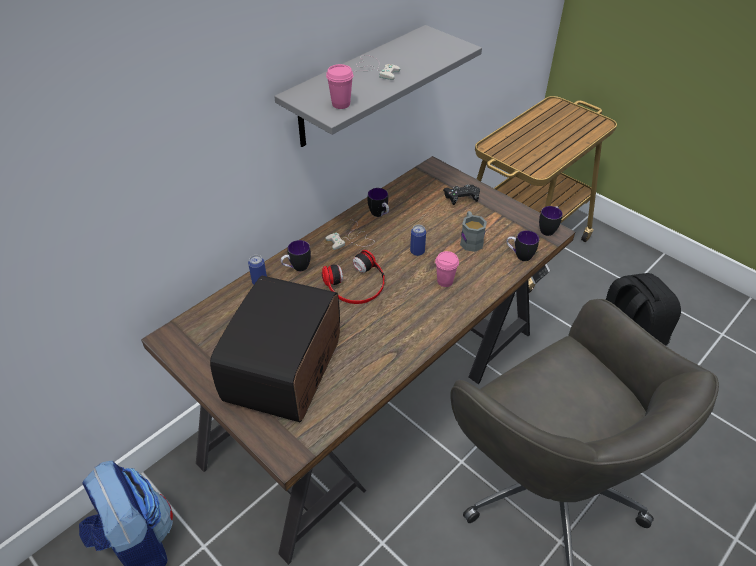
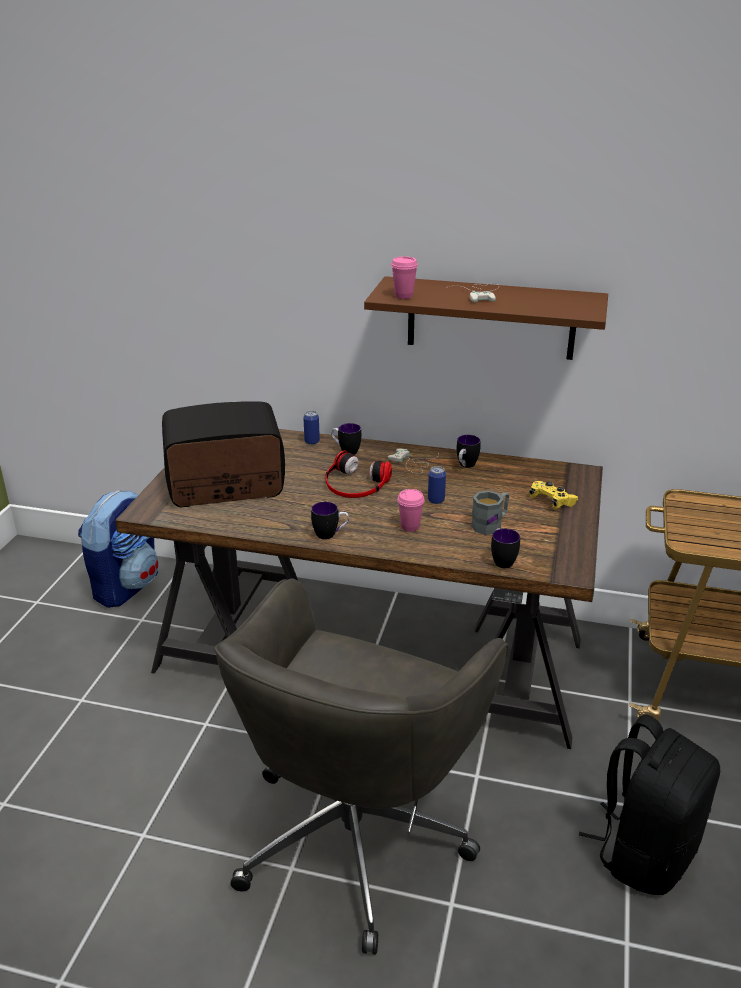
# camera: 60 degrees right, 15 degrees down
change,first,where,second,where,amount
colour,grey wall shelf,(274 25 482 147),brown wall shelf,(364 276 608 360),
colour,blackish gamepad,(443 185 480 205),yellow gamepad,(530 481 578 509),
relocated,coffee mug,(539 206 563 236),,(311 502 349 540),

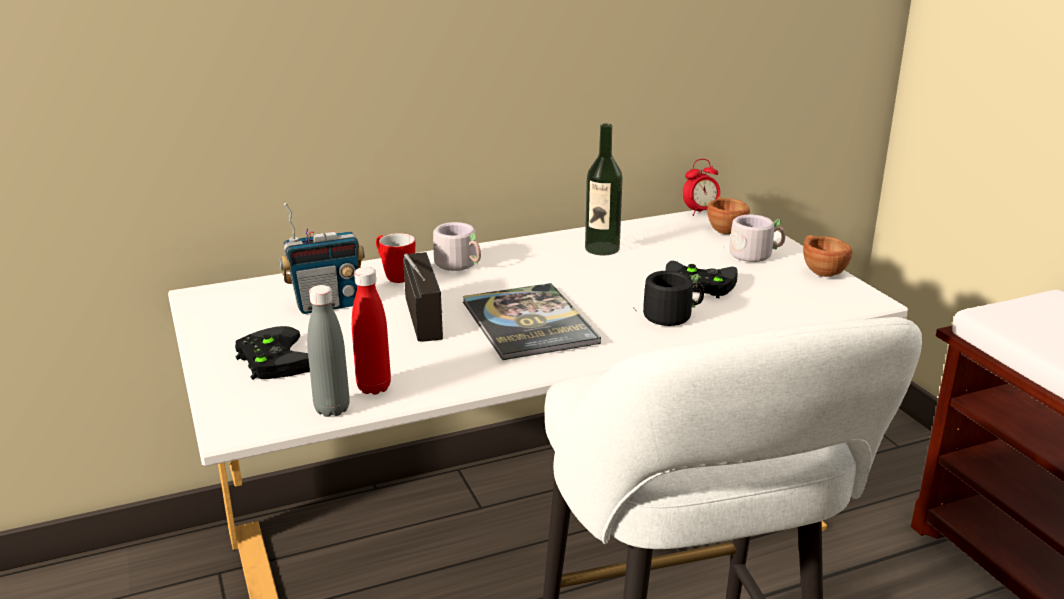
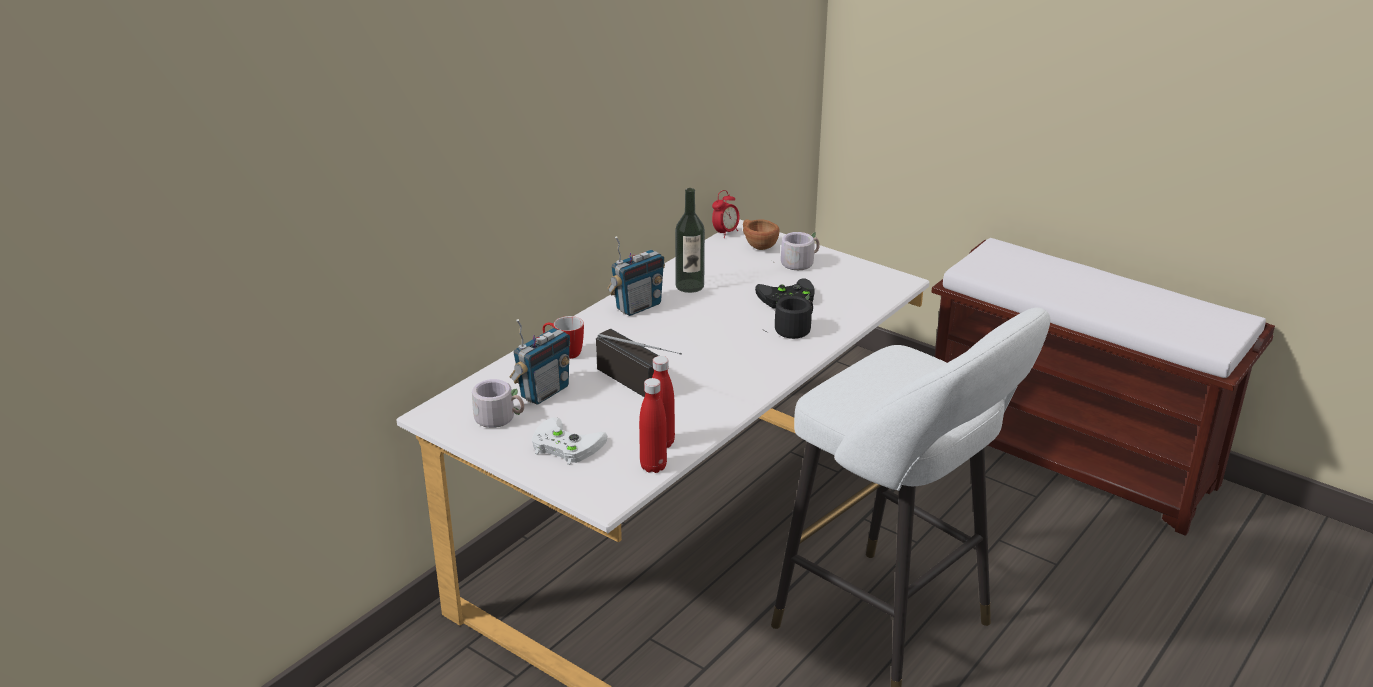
# camera: 30 degrees left, 5 degrees up
change,first,where,second,where,amount
colour,blackish gamepad,(235 326 310 380),white gamepad,(532 417 607 465),
colour,grey beverage bottle,(307 285 350 417),reddish beverage bottle,(639 378 667 473),
relocated,grey coffee mug,(433 222 481 271),,(472 379 524 428),
missing,volume,(463 283 601 360),,,
missing,brown drinking cup,(803 235 852 277),,,
appeared,,,radio receiver,(607 236 665 316),

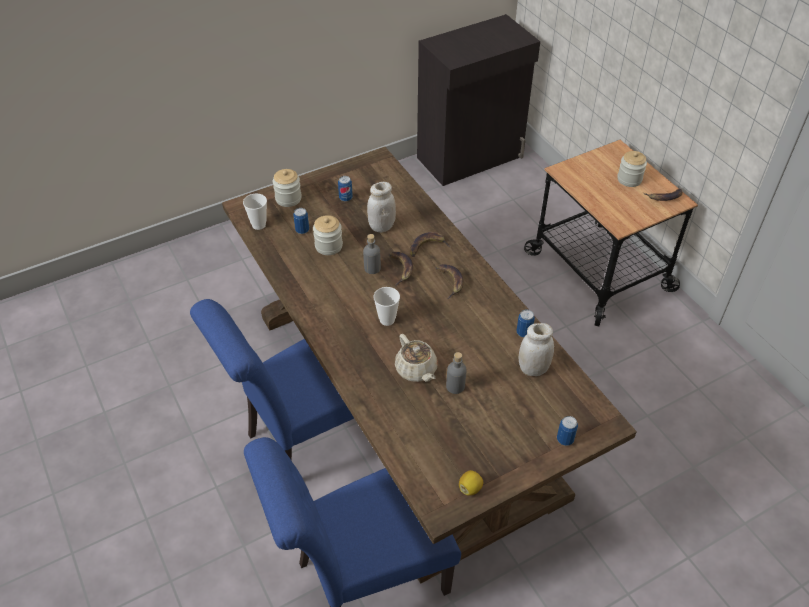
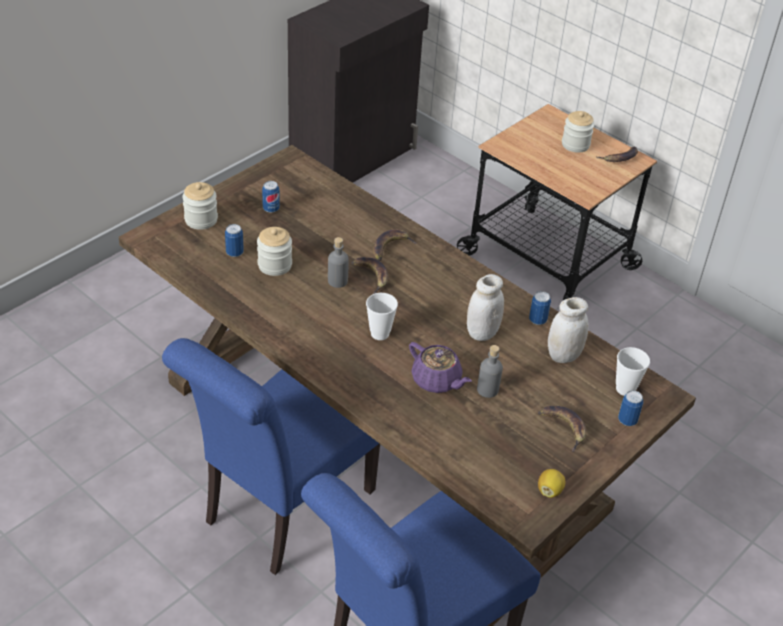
# camera: 20 degrees left, 5 degrees down
change,first,where,second,where,amount
relocated,drinking cup,(243 193 267 230),,(616 347 650 396),
relocated,white preserve jar,(367 182 396 233),,(467 274 504 341),
colour,beige-coloured pot for tea,(395 334 438 382),purple-coloured pot for tea,(409 342 472 393),
relocated,banana,(436 264 464 299),,(538 406 587 452),

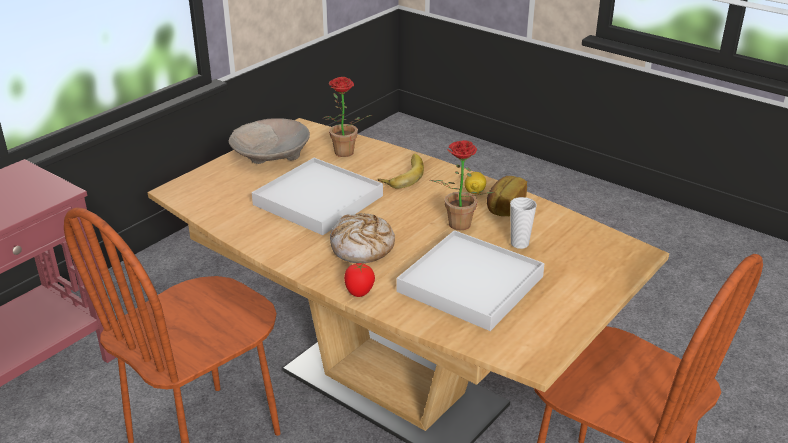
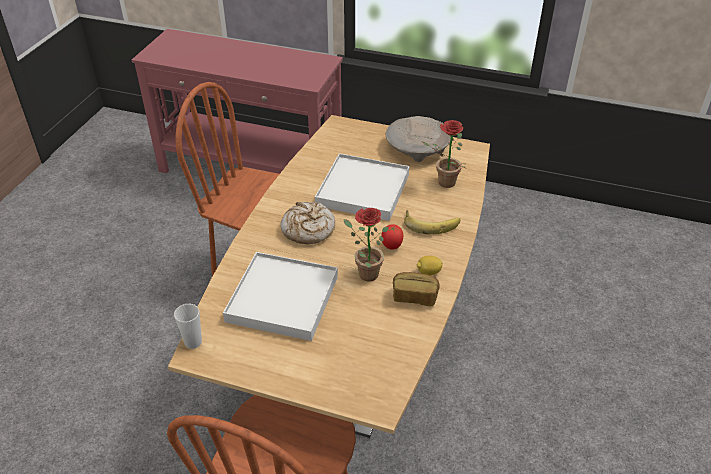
# camera: 70 degrees right, 10 degrees up
change,first,where,second,where,amount
relocated,tomato,(344 263 375 297),,(381 224 403 250),
relocated,drinking cup,(510 197 537 249),,(174 304 202 349),

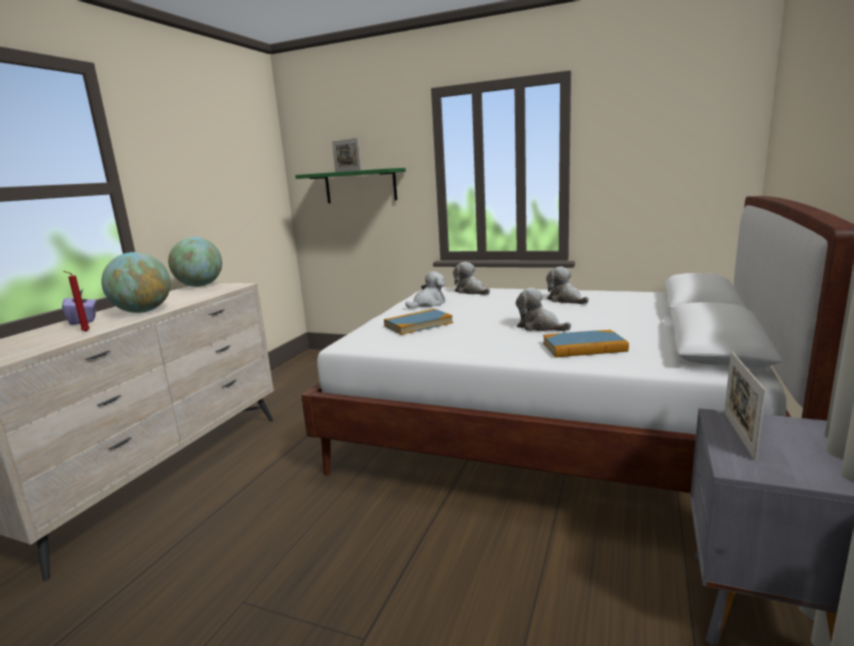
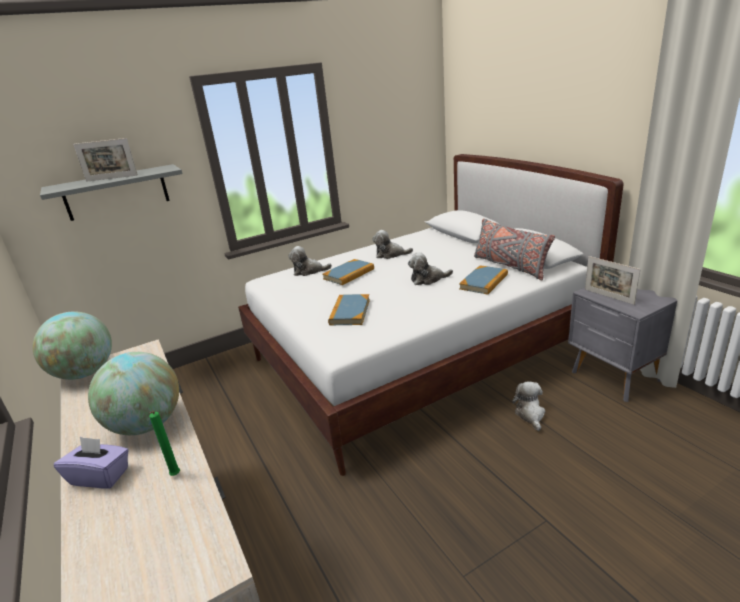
# camera: 50 degrees left, 10 degrees up
change,first,where,second,where,amount
colour,reddish wax candle,(63 271 90 332),green-coloured wax candle,(149 411 180 476),
colour,green-coloured wall shelf,(295 168 406 203),grey wall shelf,(40 164 183 221),
relocated,cuddly toy,(406 271 445 308),,(512 381 545 431),
appeared,,,volume,(322 259 374 285),
appeared,,,grey throw pillow,(474 219 555 280),

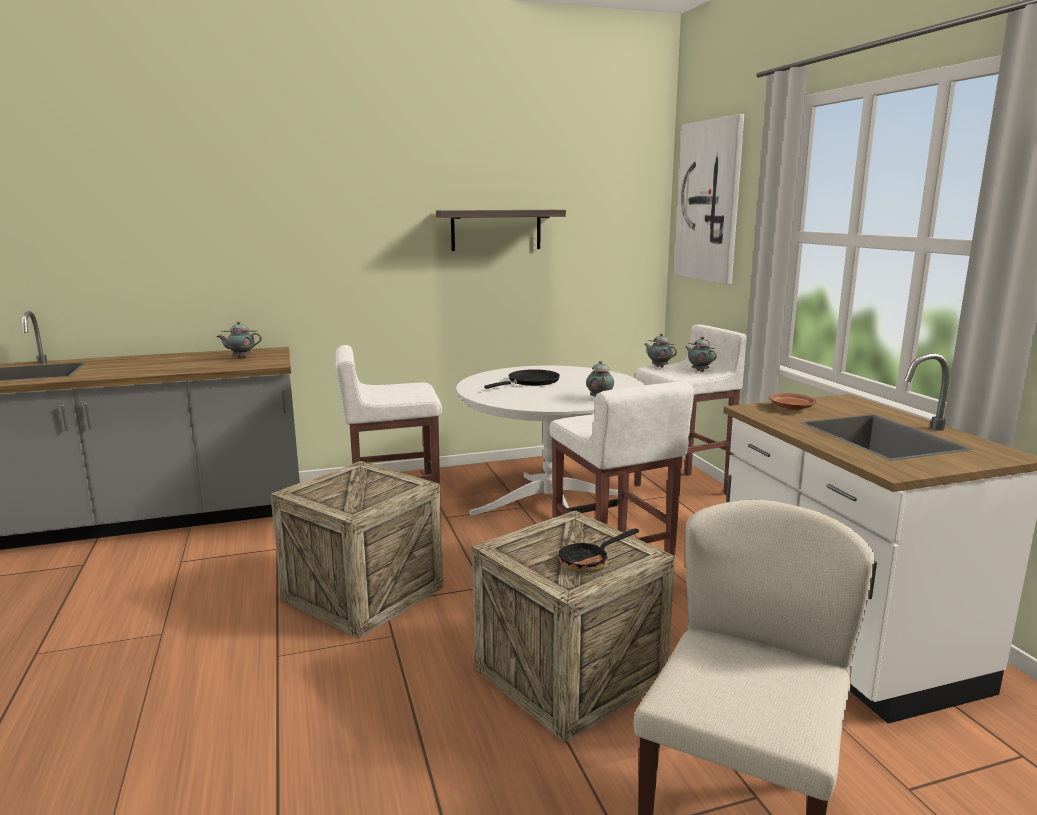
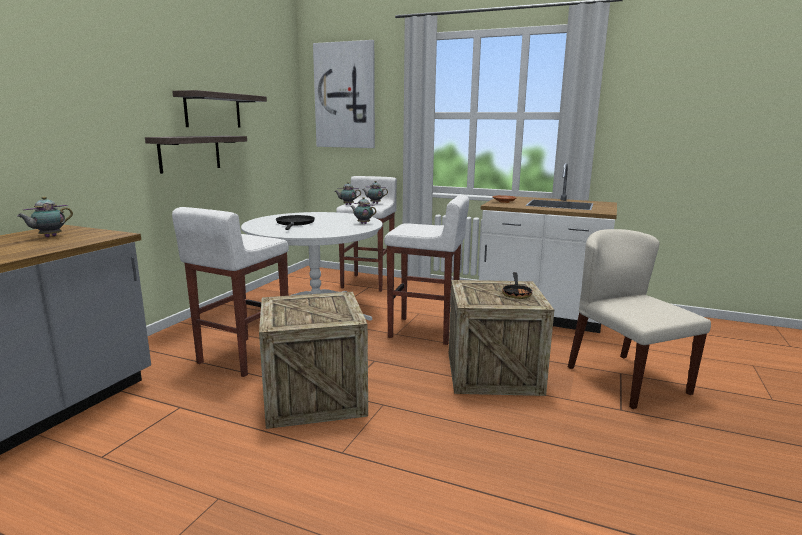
# camera: 50 degrees left, 0 degrees up
change,first,where,second,where,amount
appeared,,,wall shelf,(145 136 247 174),

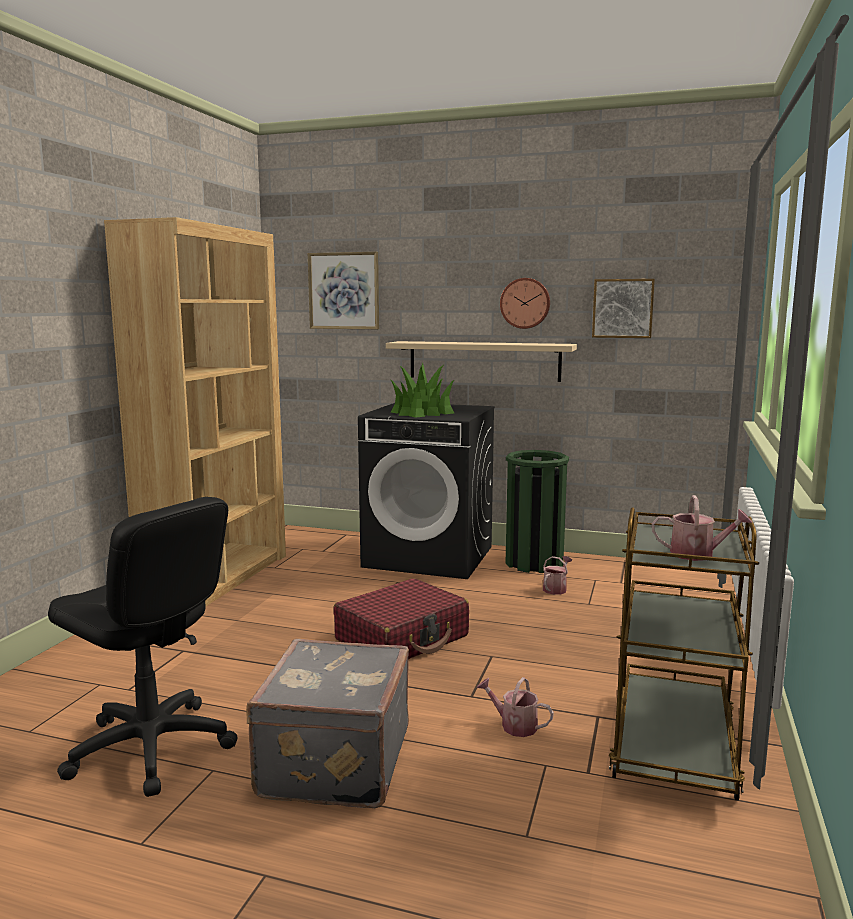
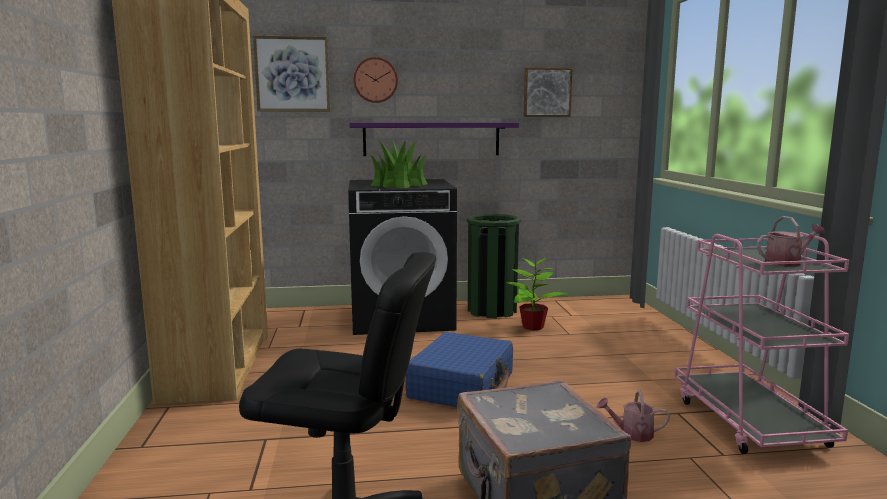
# camera: 25 degrees left, 0 degrees up
change,first,where,second,where,amount
colour,reddish travel case,(333 578 469 659),blue travel case,(405 332 513 407),
colour,beige-coloured wall shelf,(386 341 577 382),purple-coloured wall shelf,(349 123 519 156),
relocated,clock on the wall,(500 278 550 329),,(353 57 398 103),
exchanged,watering can,(543 556 572 595),plant in a pot,(506 256 568 330),
colour,brown wheeled cart,(609 507 759 801),pinkish wheeled cart,(674 232 849 454),

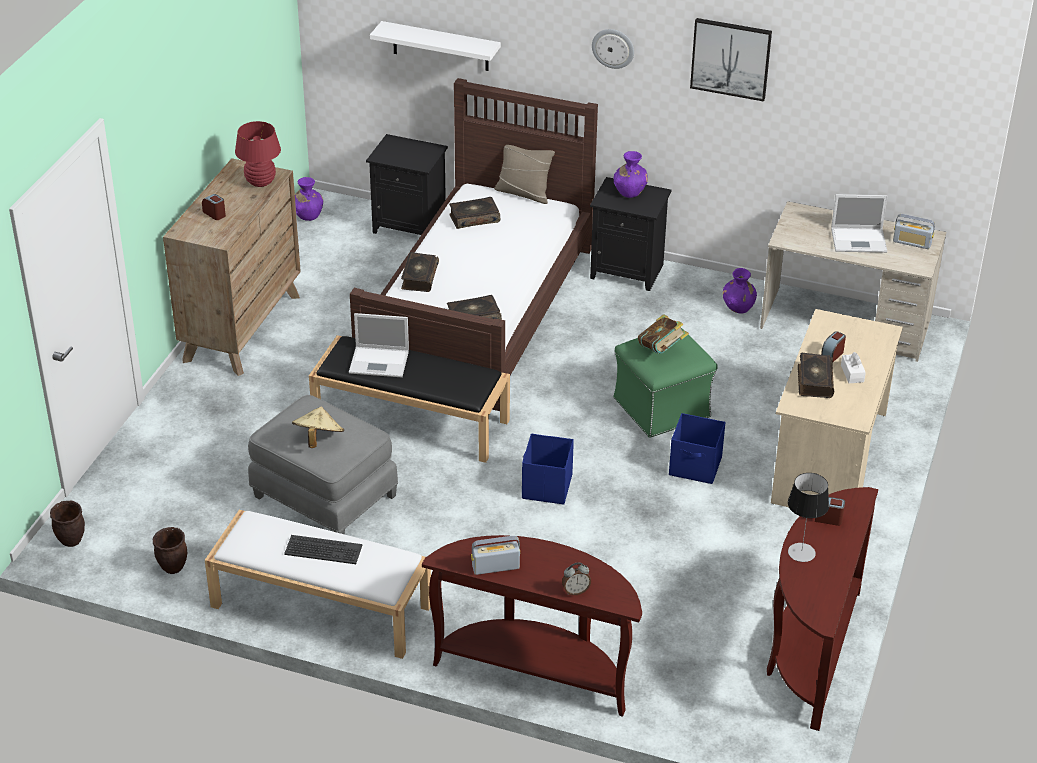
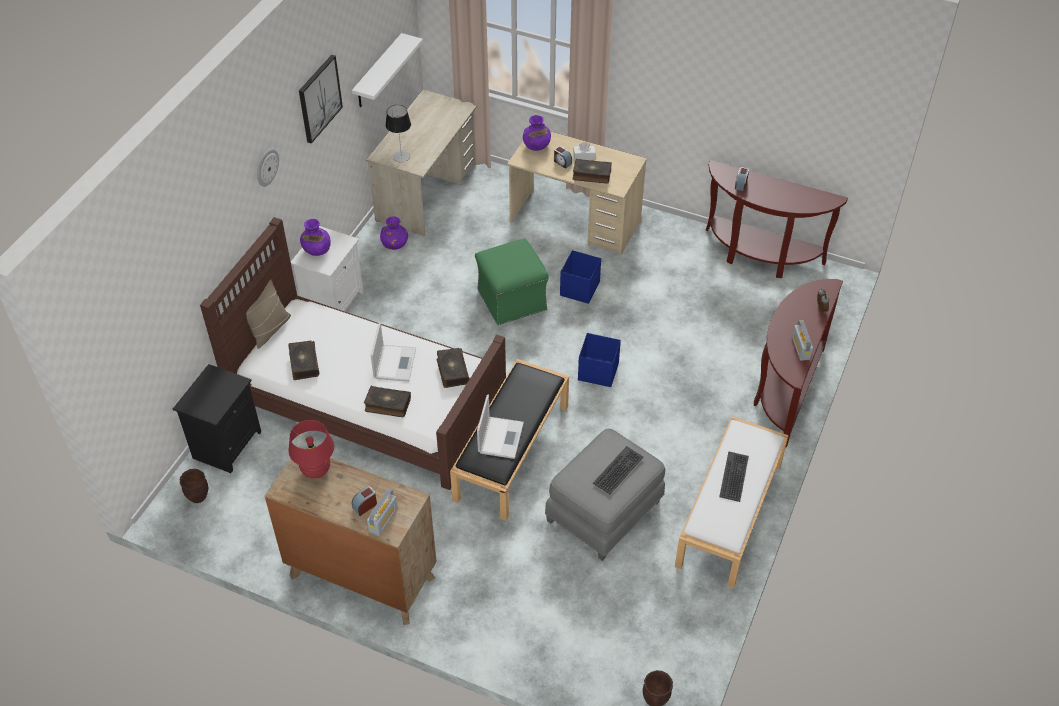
# camera: 85 degrees left, 10 degrees up
change,first,where,second,where,amount
relocated,brown planter,(153 527 187 574),,(180 469 209 503),
exchanged,beige-coloured clothing hat,(292 407 344 448),computer keyboard,(593 446 643 494),
relocated,purple-coloured vase,(295 177 323 221),,(523 115 551 151),
relocated,white wall shelf,(370 21 501 71),,(352 33 423 107),
colour,blackish nightstand,(590 177 672 291),white nightstand,(291 226 364 311),
missing,volume,(638 314 689 354),,,
relocated,tabletop lamp,(788 473 829 562),,(386 105 411 162),
relocated,portable computer,(831 194 887 253),,(371 322 416 382),
relocated,radio receiver,(893 214 935 249),,(367 489 398 536),

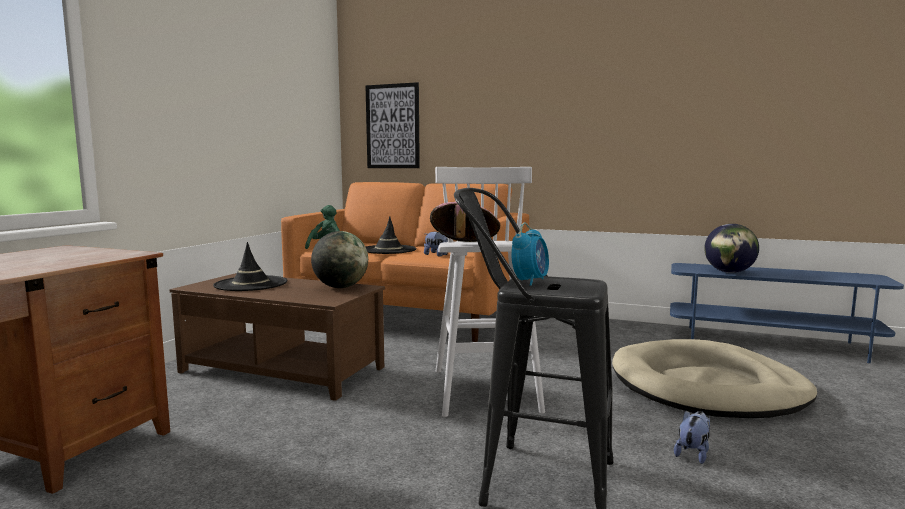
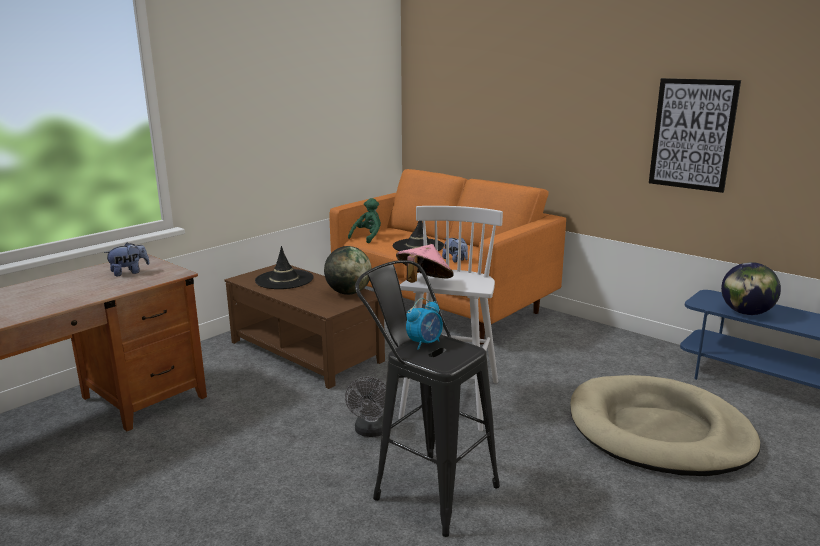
# camera: 20 degrees right, 10 degrees up
change,first,where,second,where,amount
relocated,wall picture,(366 82 420 168),,(649 78 741 193),
relocated,cuddly toy,(674 411 710 464),,(104 242 150 276),
appeared,,,grey fan,(345 377 386 437),

